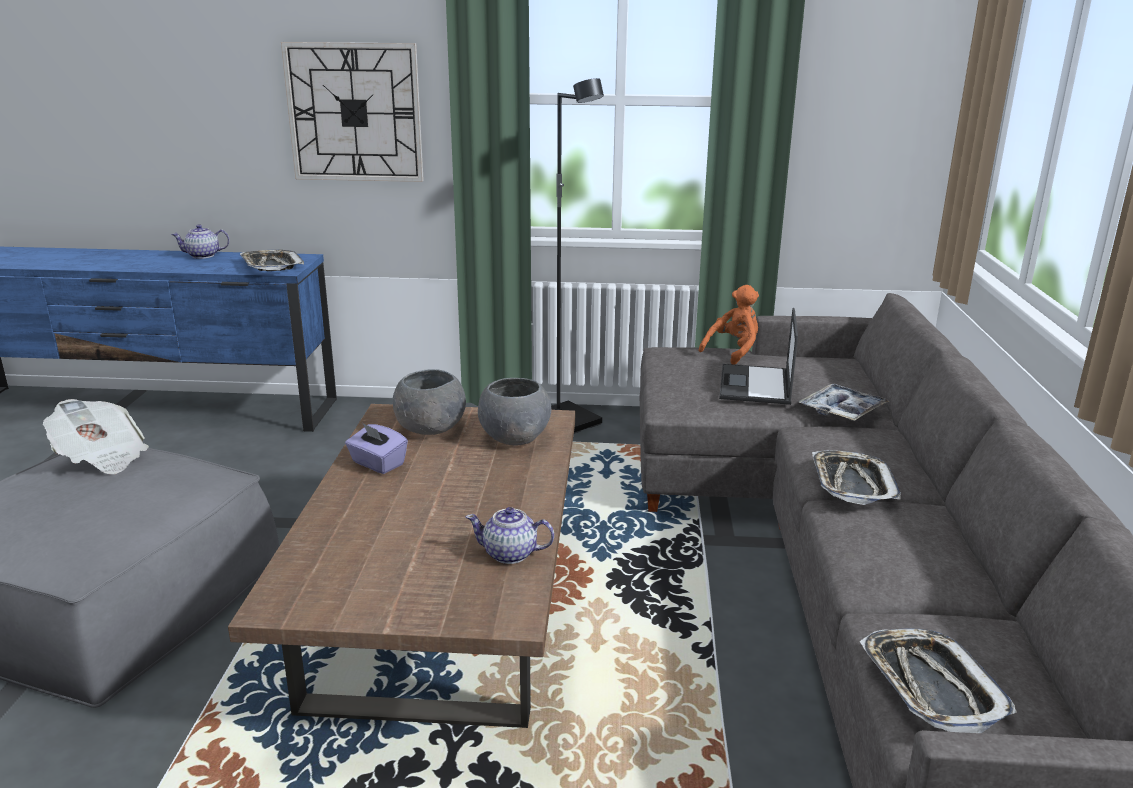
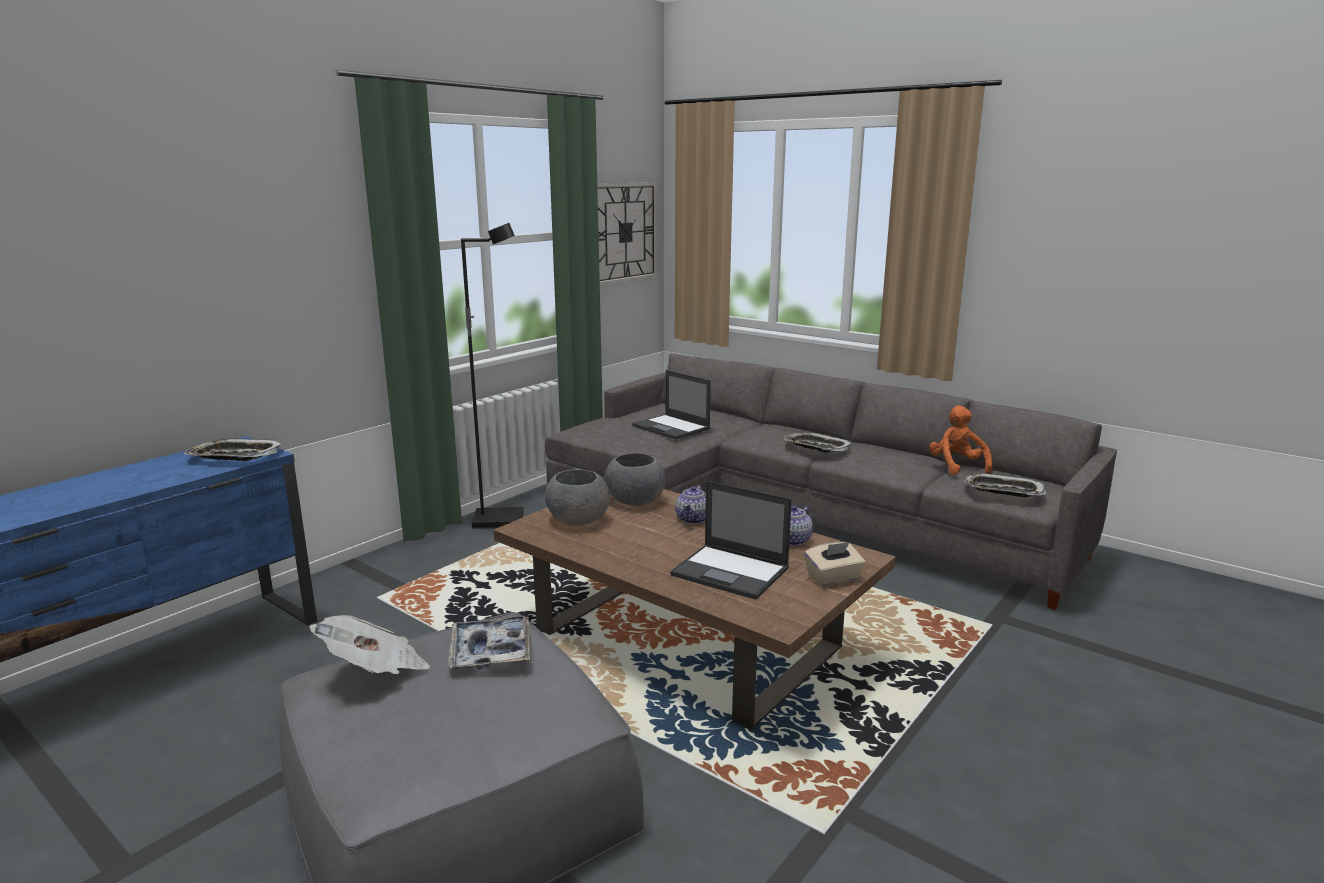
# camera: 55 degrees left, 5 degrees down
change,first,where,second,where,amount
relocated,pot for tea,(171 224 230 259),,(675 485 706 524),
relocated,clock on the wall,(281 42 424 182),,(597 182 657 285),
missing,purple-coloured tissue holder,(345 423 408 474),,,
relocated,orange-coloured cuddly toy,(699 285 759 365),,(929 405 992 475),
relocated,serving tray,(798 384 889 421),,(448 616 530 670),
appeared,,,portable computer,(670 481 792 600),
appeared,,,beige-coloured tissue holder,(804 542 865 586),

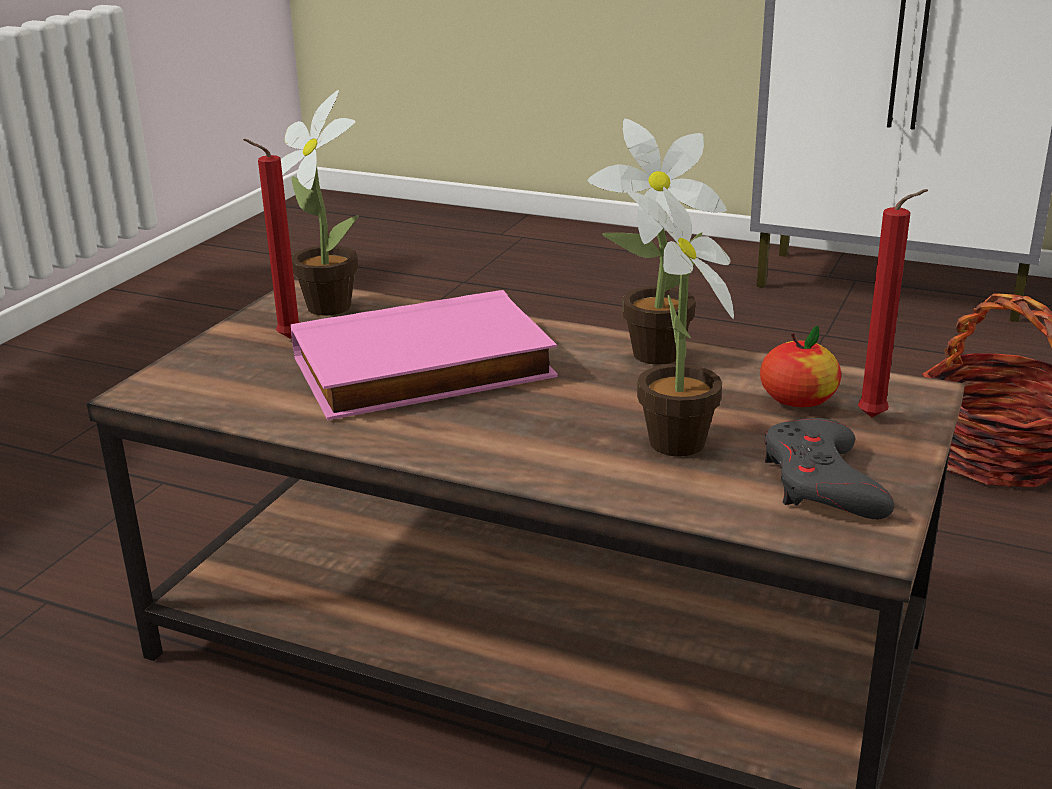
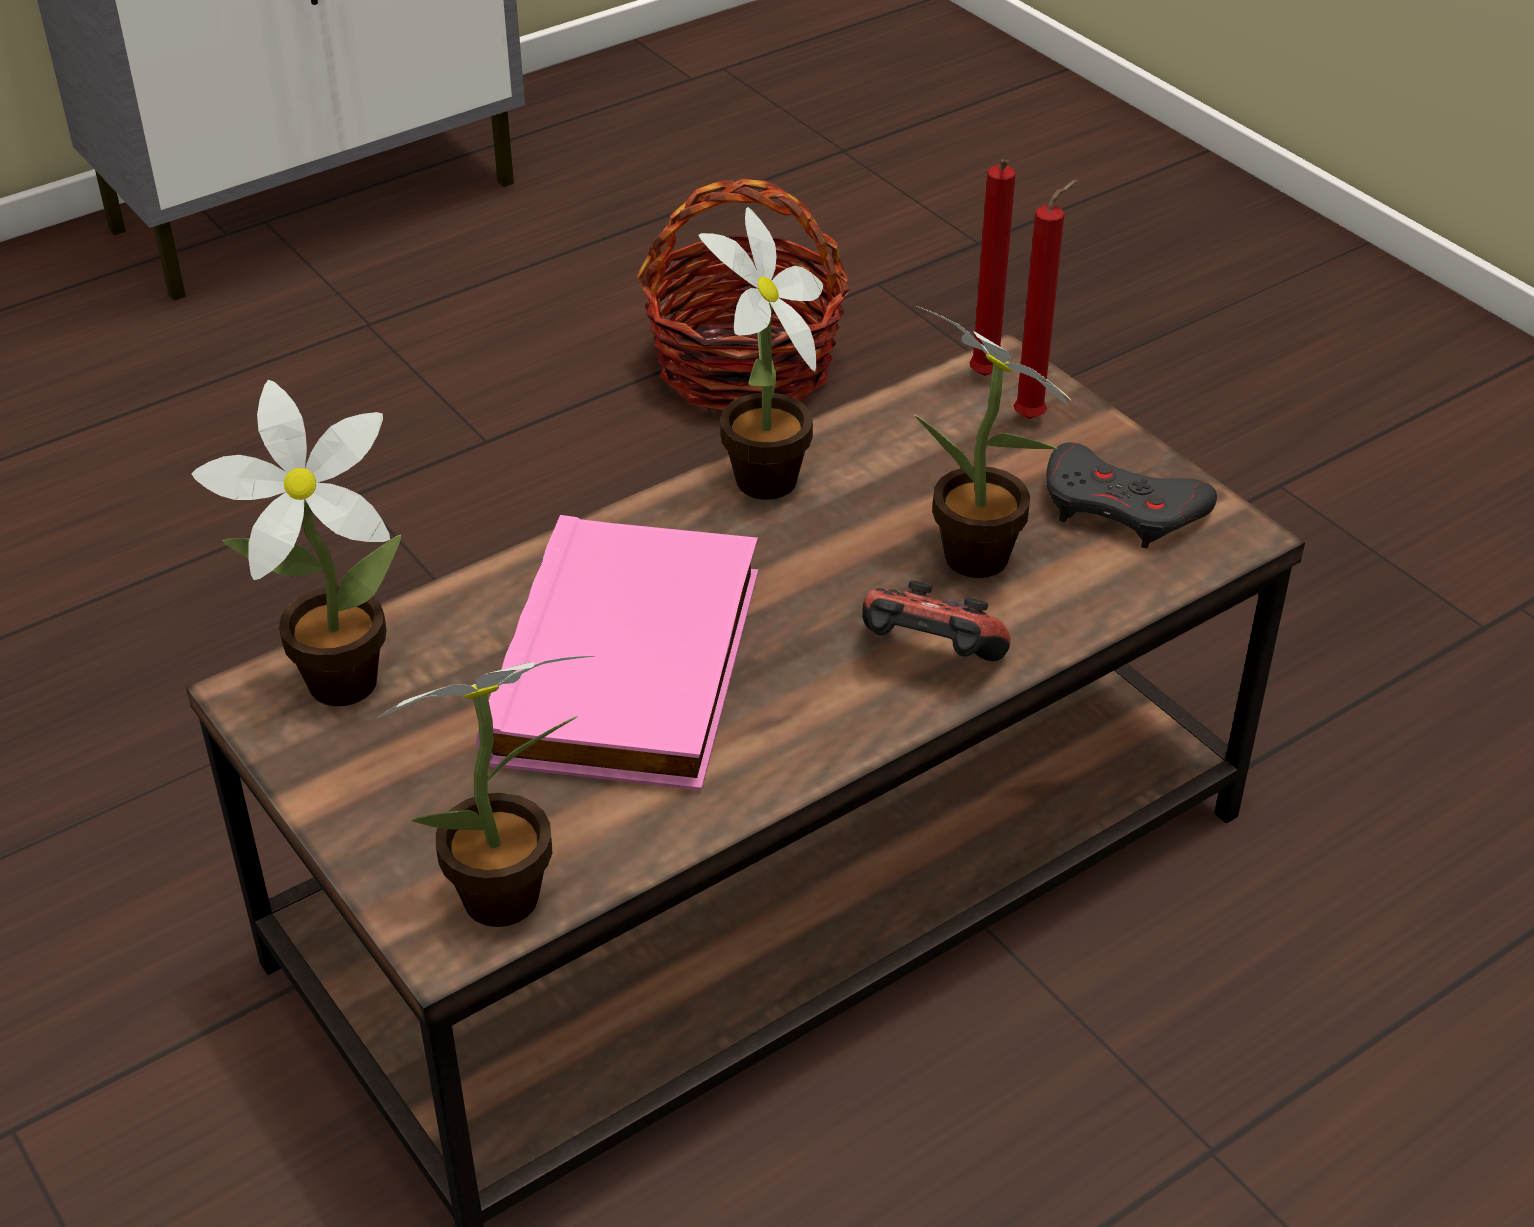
# camera: 60 degrees left, 15 degrees up
change,first,where,second,where,amount
relocated,reddish wax candle,(243 139 300 338),,(969 159 1015 376),
missing,apple,(760 326 841 407),,,
appeared,,,plant in a pot,(377 656 593 927),
appeared,,,gamepad,(862 581 1010 661),

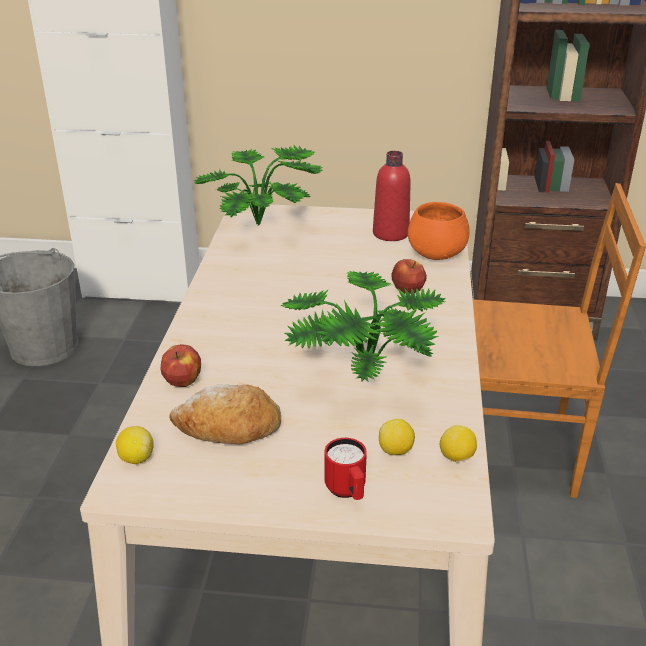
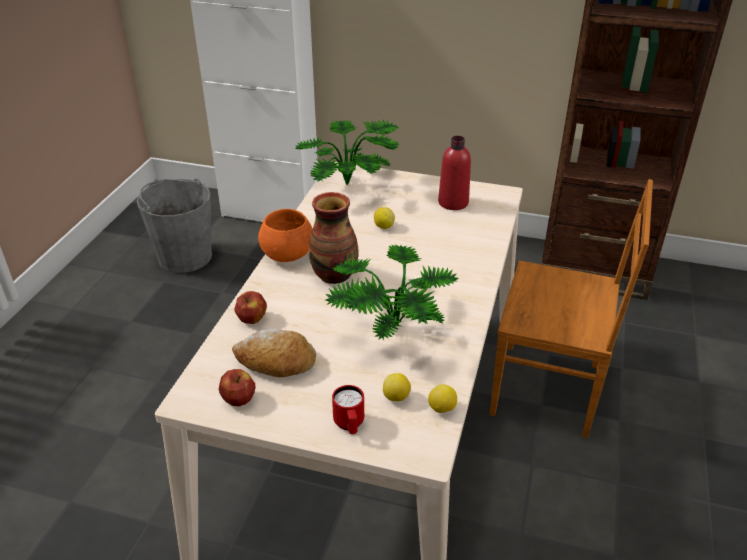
# camera: 10 degrees right, 5 degrees up
change,first,where,second,where,amount
relocated,citrus fruit,(116 426 154 464),,(374 207 395 229),
relocated,apple,(391 259 427 294),,(219 369 256 406),
relocated,orange-coloured deep dish,(408 202 470 260),,(258 209 312 262),
appeared,,,vase,(308 192 359 284),

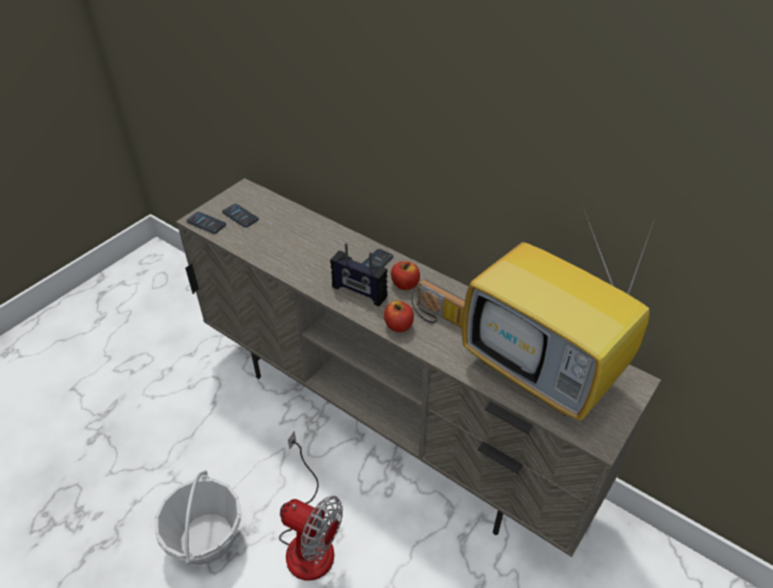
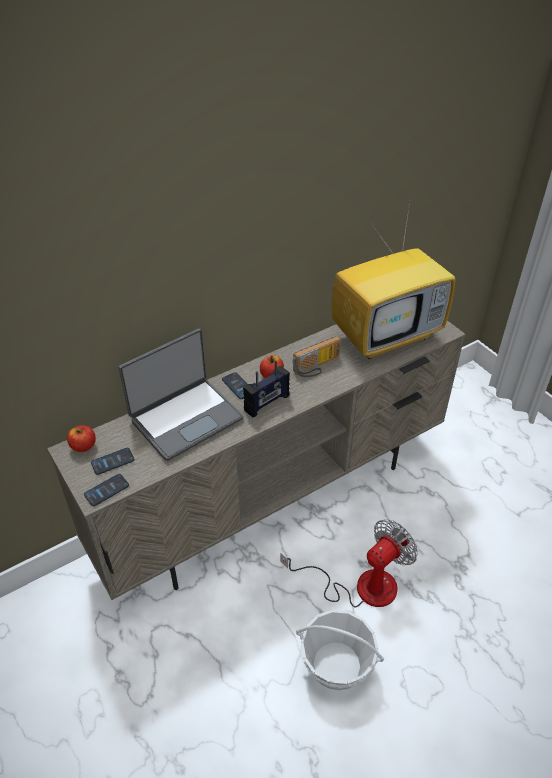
# camera: 70 degrees left, 0 degrees up
change,first,where,second,where,amount
relocated,apple,(384 301 414 332),,(67 425 96 452),
appeared,,,portable computer,(119 329 244 461),

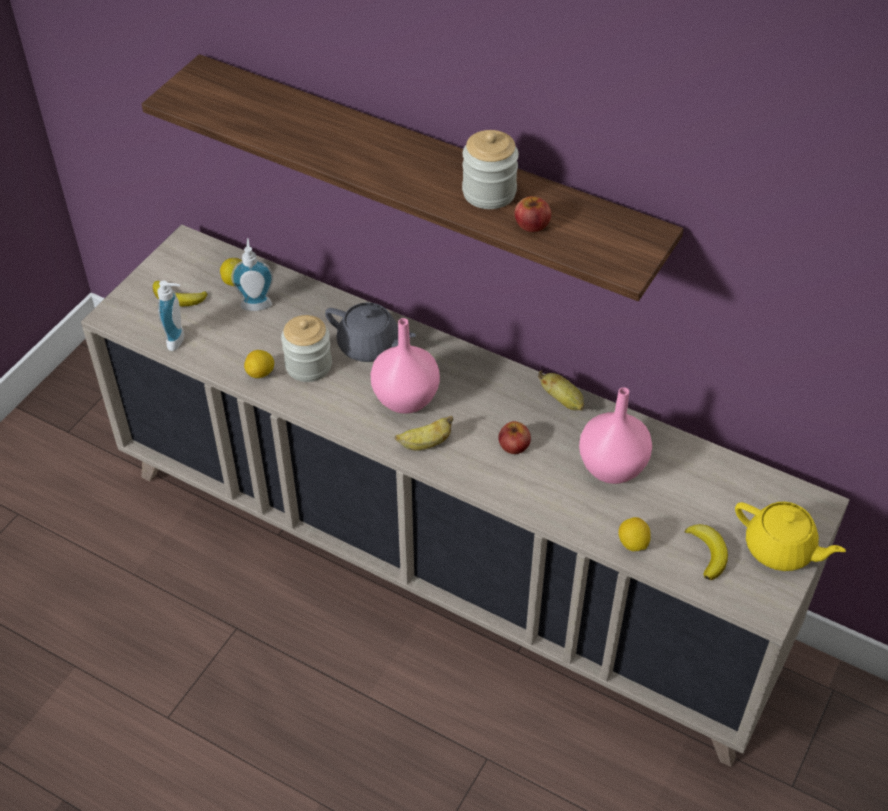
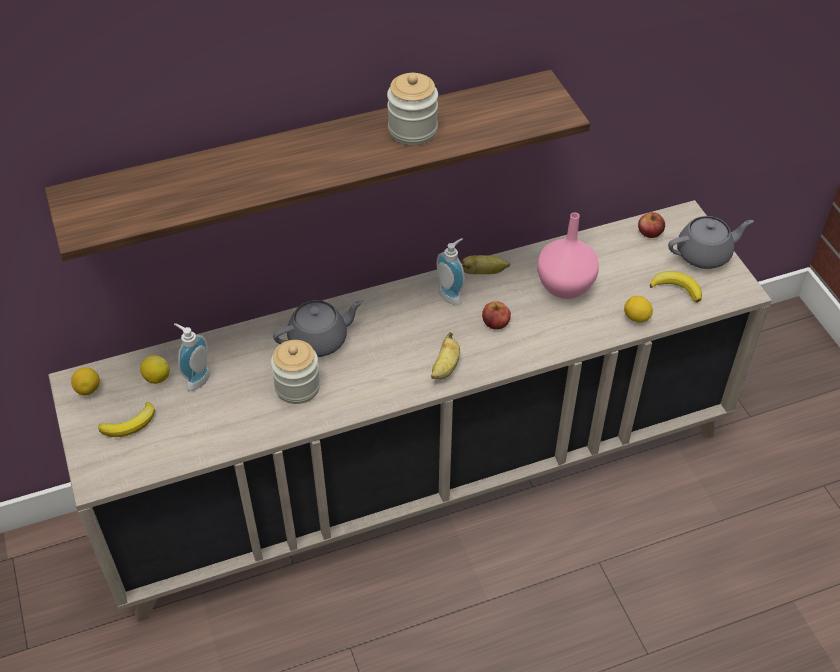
# camera: 50 degrees left, 0 degrees up
change,first,where,second,where,amount
relocated,soap bottle,(157 281 184 351),,(436 238 465 306),
relocated,citrus fruit,(244 350 274 378),,(71 367 100 395),
missing,pinkish vase,(371 318 440 414),,,
relocated,apple,(515 196 551 232),,(638 212 665 238),
colour,yellow pot for tea,(735 502 846 571),grey pot for tea,(668 216 754 269),

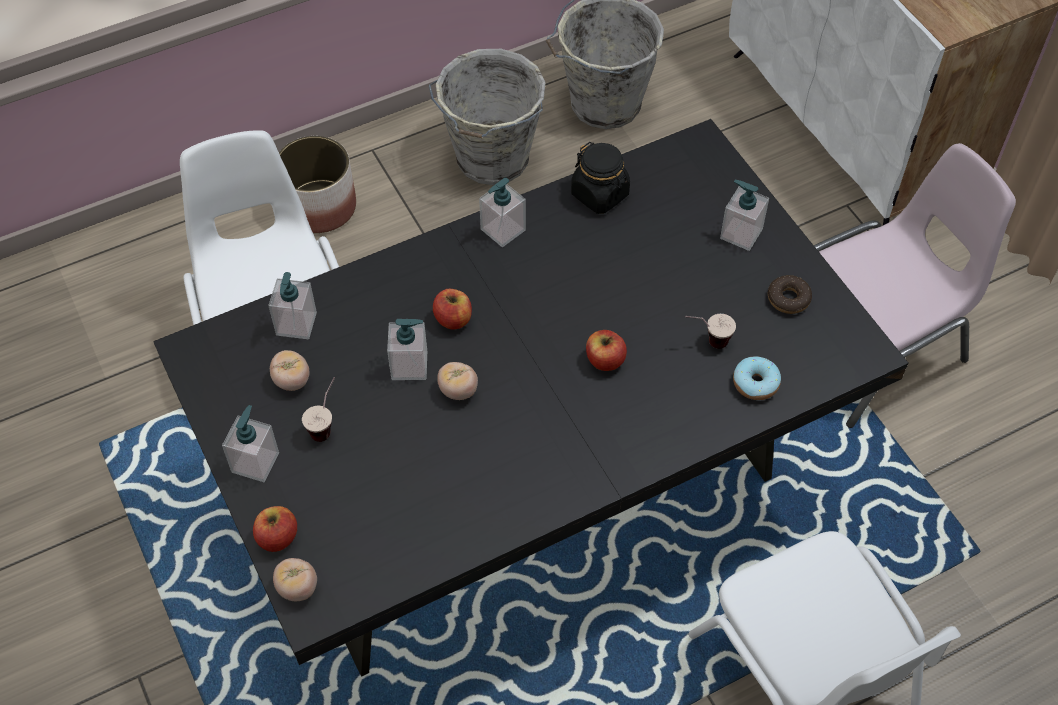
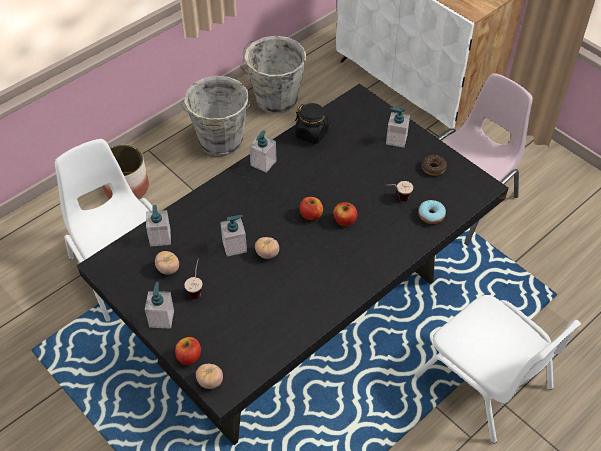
# camera: 15 degrees left, 5 degrees down
change,first,where,second,where,amount
relocated,apple,(433 289 472 329),,(299 197 323 220),

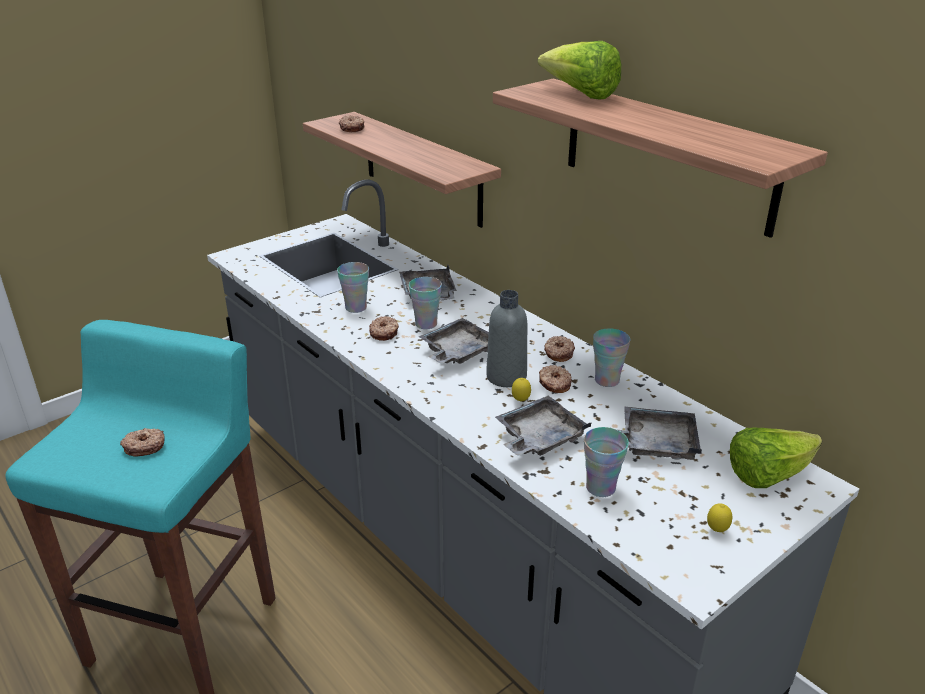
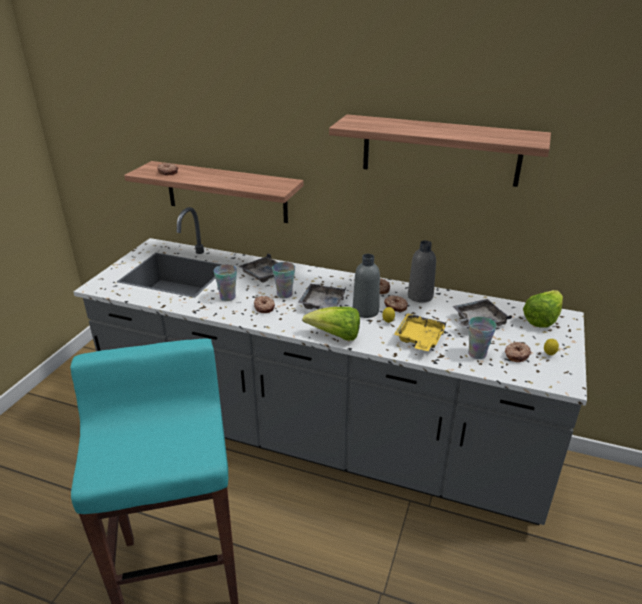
# camera: 30 degrees left, 0 degrees up
change,first,where,second,where,amount
relocated,ring doughnut,(120 428 165 457),,(505 342 531 362),
colour,grey serving tray,(495 395 592 456),yellow serving tray,(394 313 447 351),
relocated,lettuce head,(538 41 621 100),,(302 307 360 341),
exchanged,drinking cup,(593 328 630 387),grey beverage bottle,(408 240 436 303),

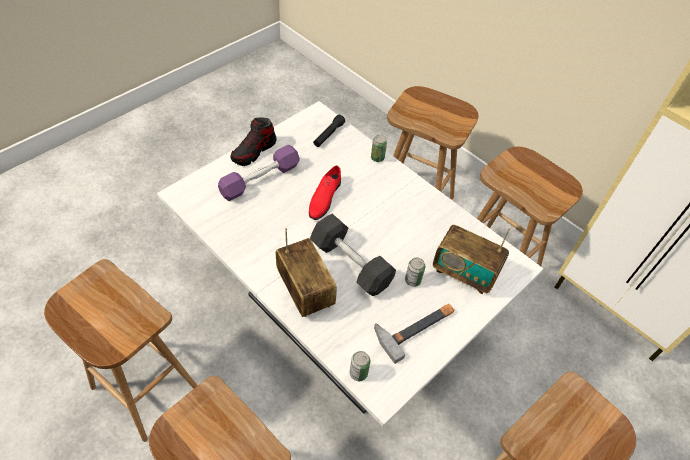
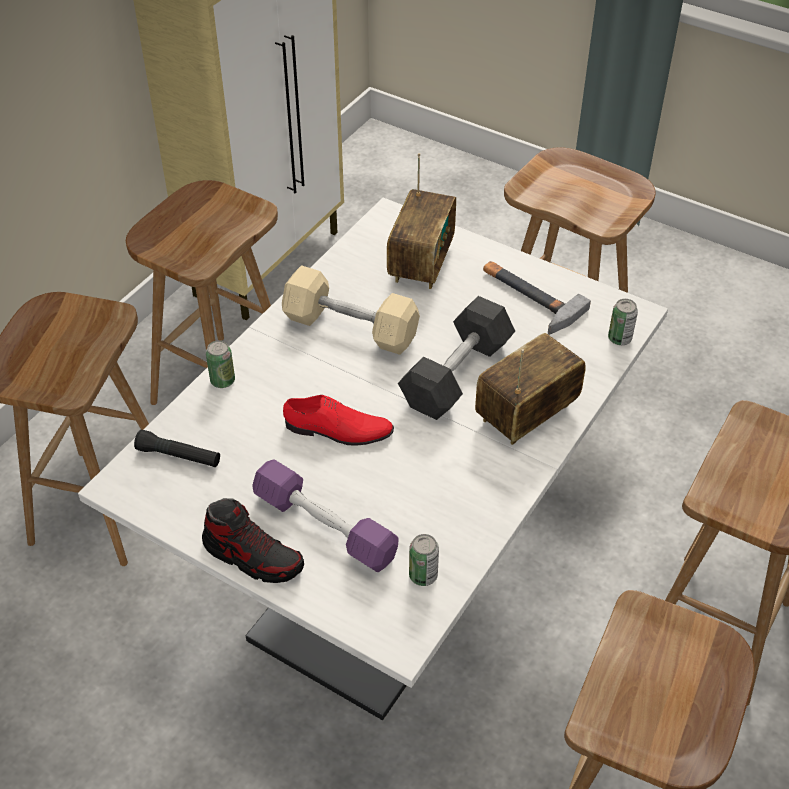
# camera: 100 degrees left, 5 degrees down
change,first,where,second,where,amount
relocated,sealed can,(405 257 425 287),,(409 534 439 586),
appeared,,,beige-coloured dumbbell,(282 265 420 355),

